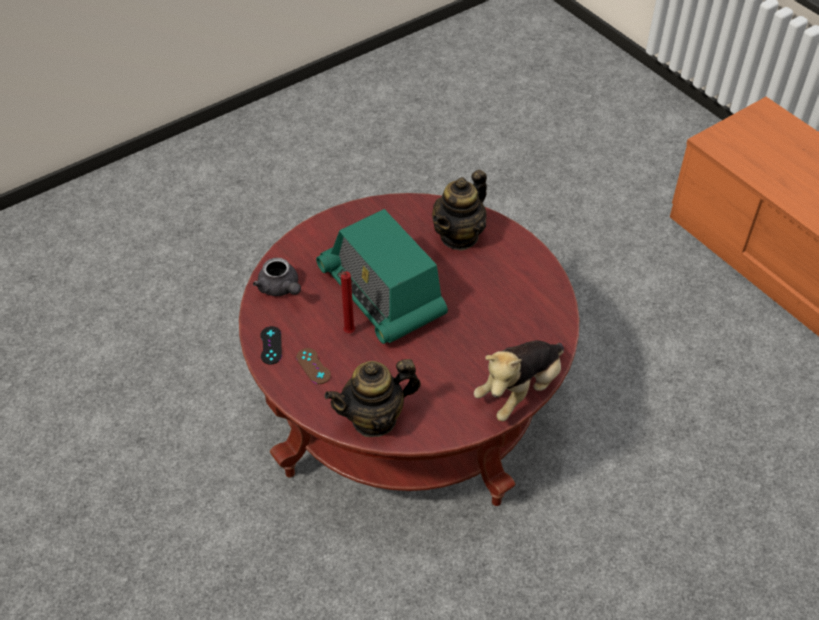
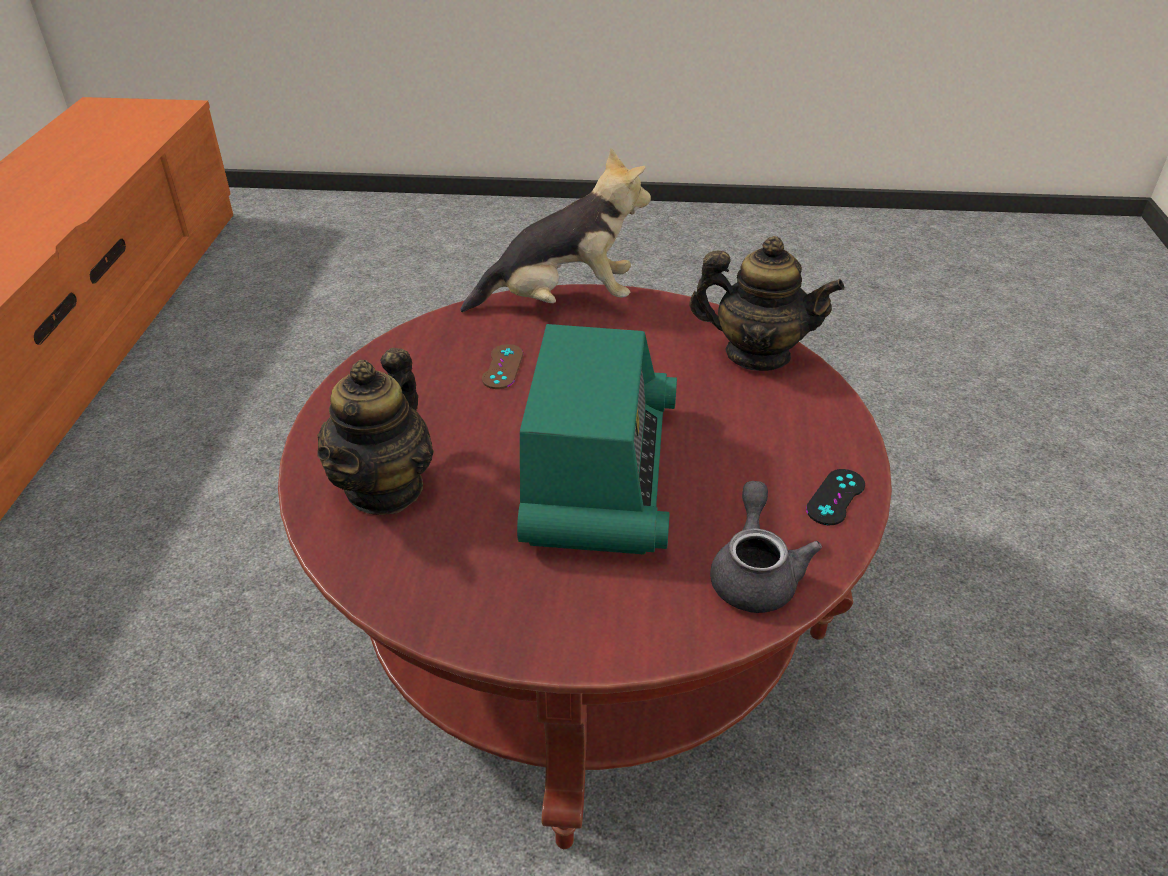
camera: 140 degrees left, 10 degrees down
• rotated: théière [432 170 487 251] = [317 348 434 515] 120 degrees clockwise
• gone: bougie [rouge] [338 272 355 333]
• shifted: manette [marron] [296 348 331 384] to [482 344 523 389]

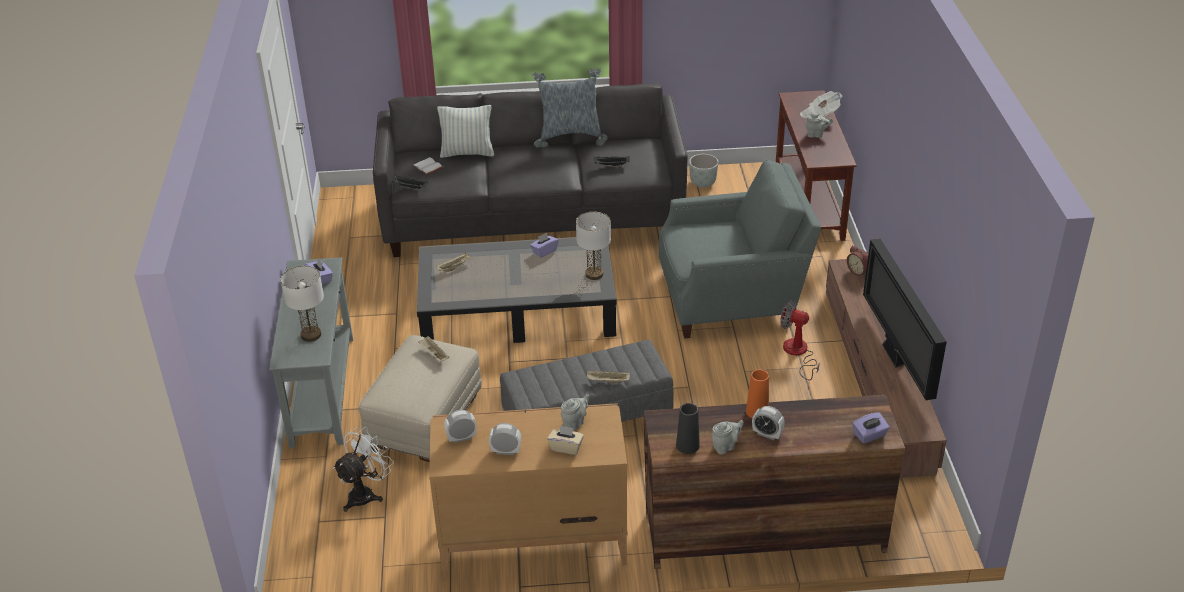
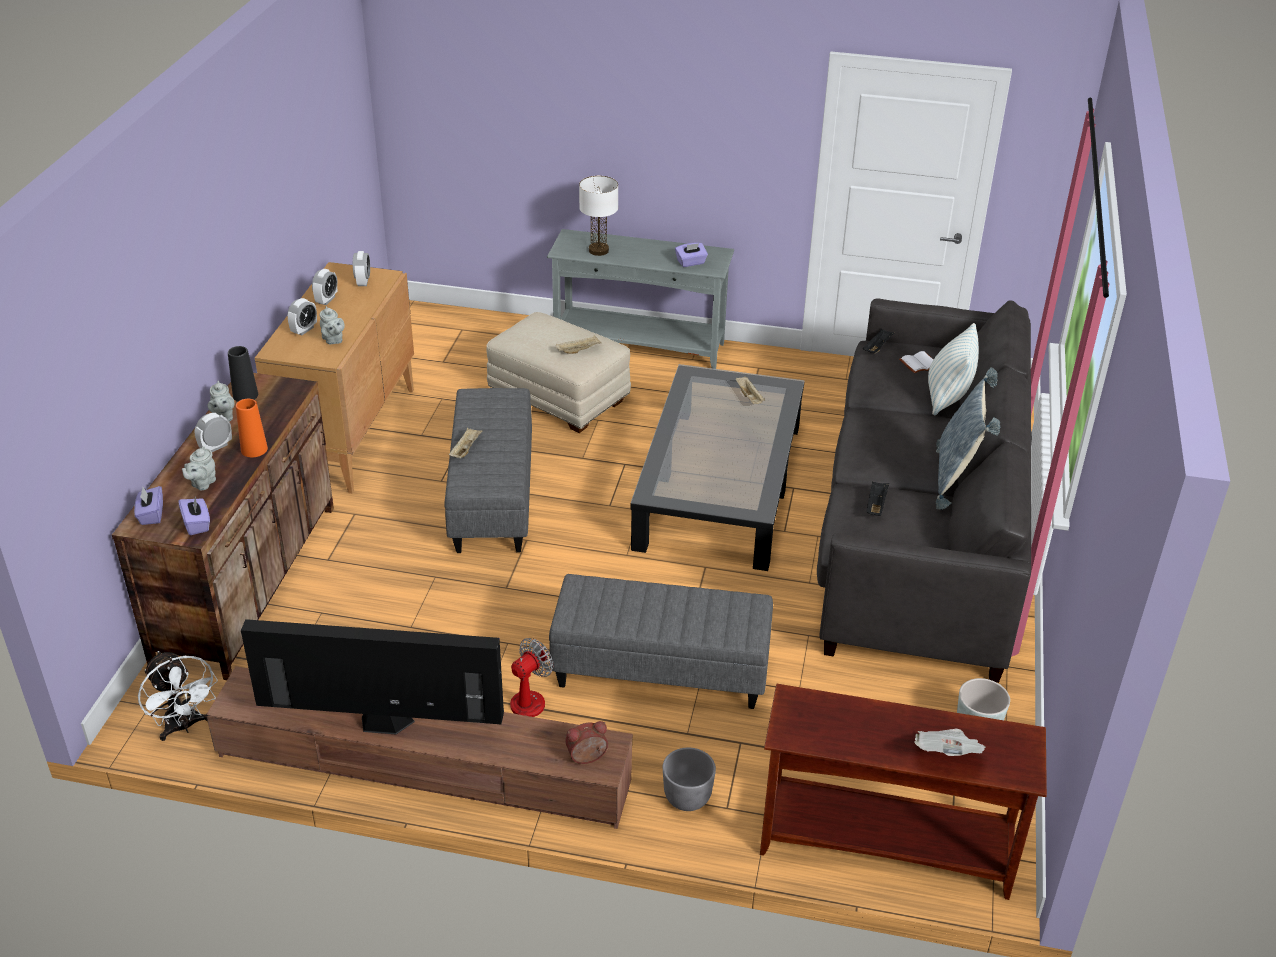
camera: 105 degrees right, 0 degrees up
• shifted: théière [gris] [805 113 833 138] to [182 446 216 490]
• swapped: fauteuil [gris] [659 160 821 338] to pouf [gris] [549 574 773 709]
• gone: lampe de table [576 211 611 280]
• shifted: boîte à mouchoirs [violet] [530 233 559 258] to [179 495 210 535]
• swapped: boîte à mouchoirs [beige] [547 425 584 455] to réveil [287 298 317 336]
• shifted: ventilateur [blanc] [333 427 394 512] to [138 651 218 741]
• new: cache-pot [gris] [663 748 716 811]

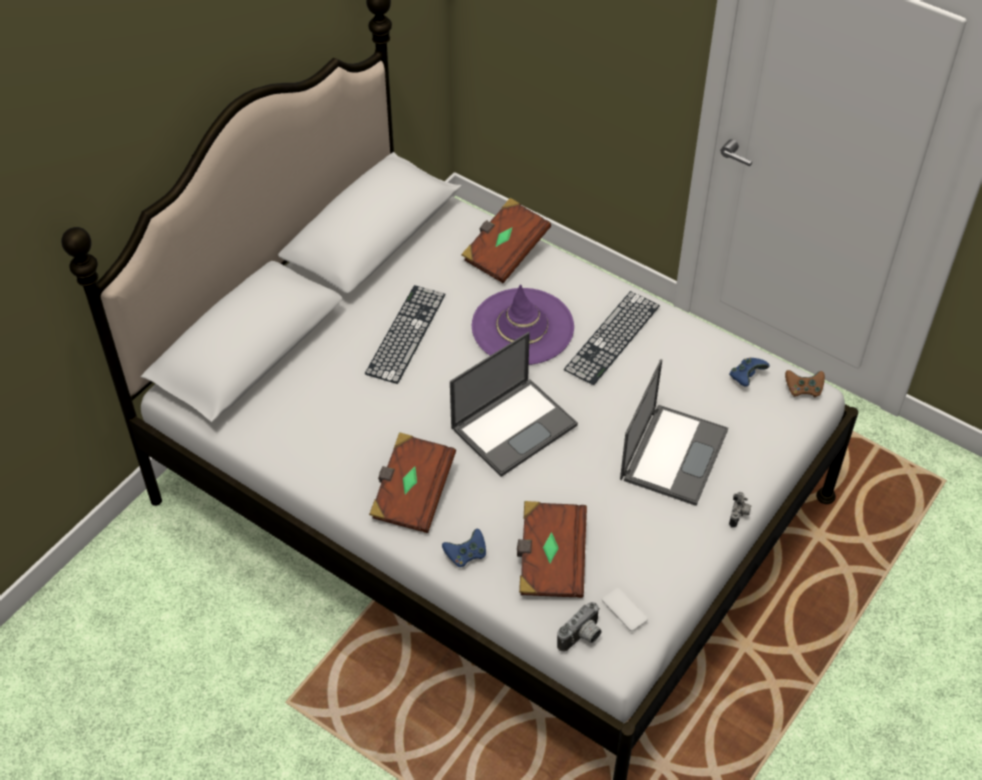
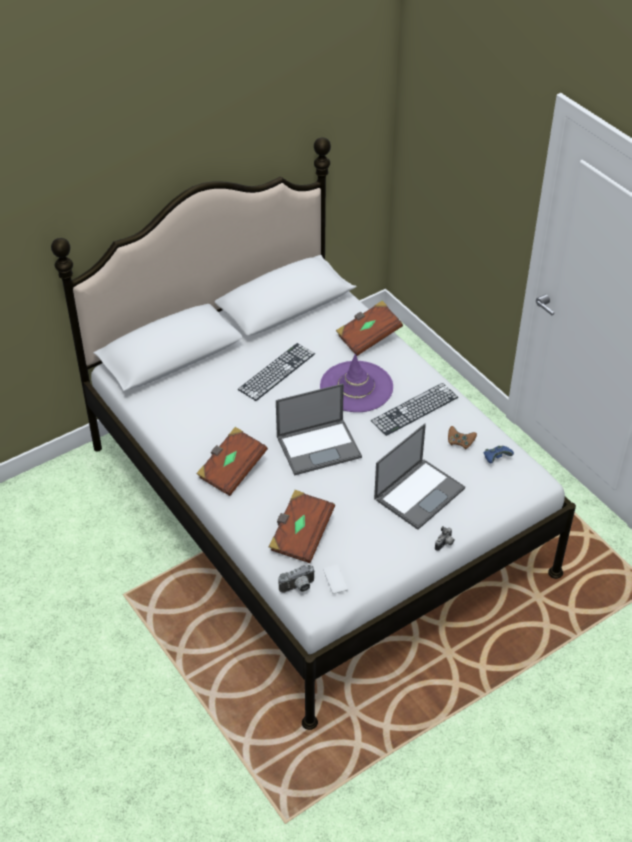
camera: 20 degrees right, 5 degrees down
• shifted: manette [marron] [785 370 825 397] to [448 426 477 450]
• gone: manette [bleu] [442 529 486 567]

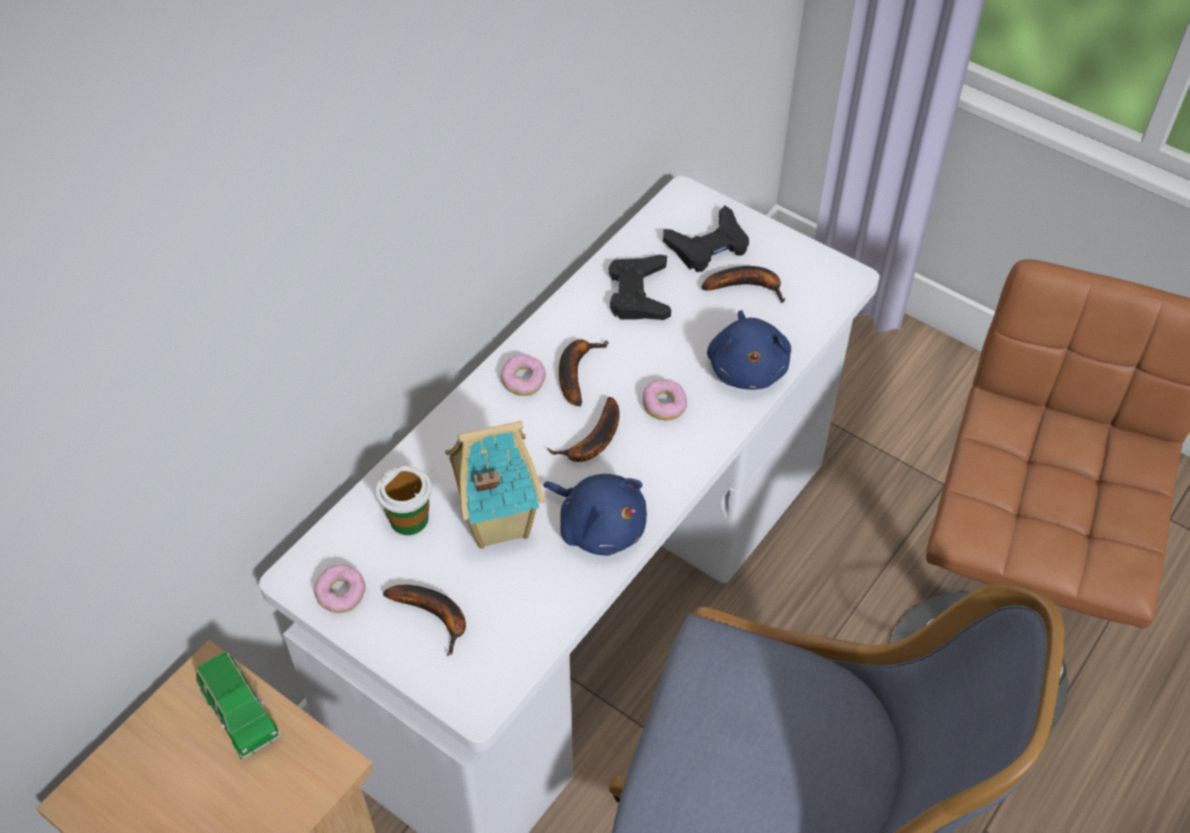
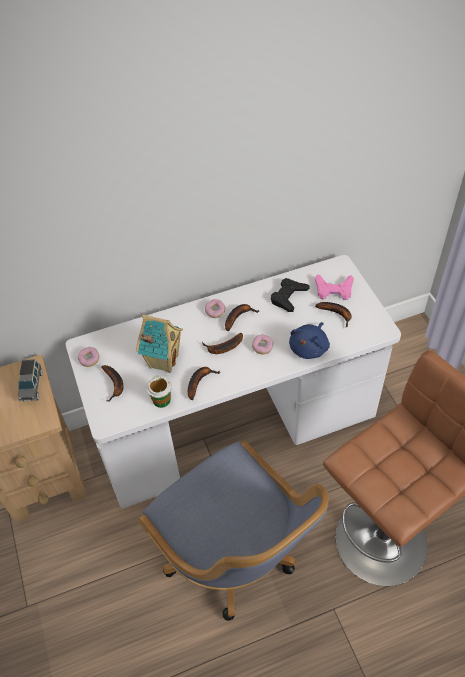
camera: 35 degrees right, 0 degrees up
• repainted: manette [noir] [663 206 749 272] to manette [rose] [315 274 354 300]
• shifted: tasse [376 466 432 535] to [146 376 172 408]
• swapped: peluche [bleu] [543 474 647 556] to banane [188 367 221 400]
• repainted: petite voiture [vert] [196 651 281 759] to petite voiture [gris] [17 359 43 401]

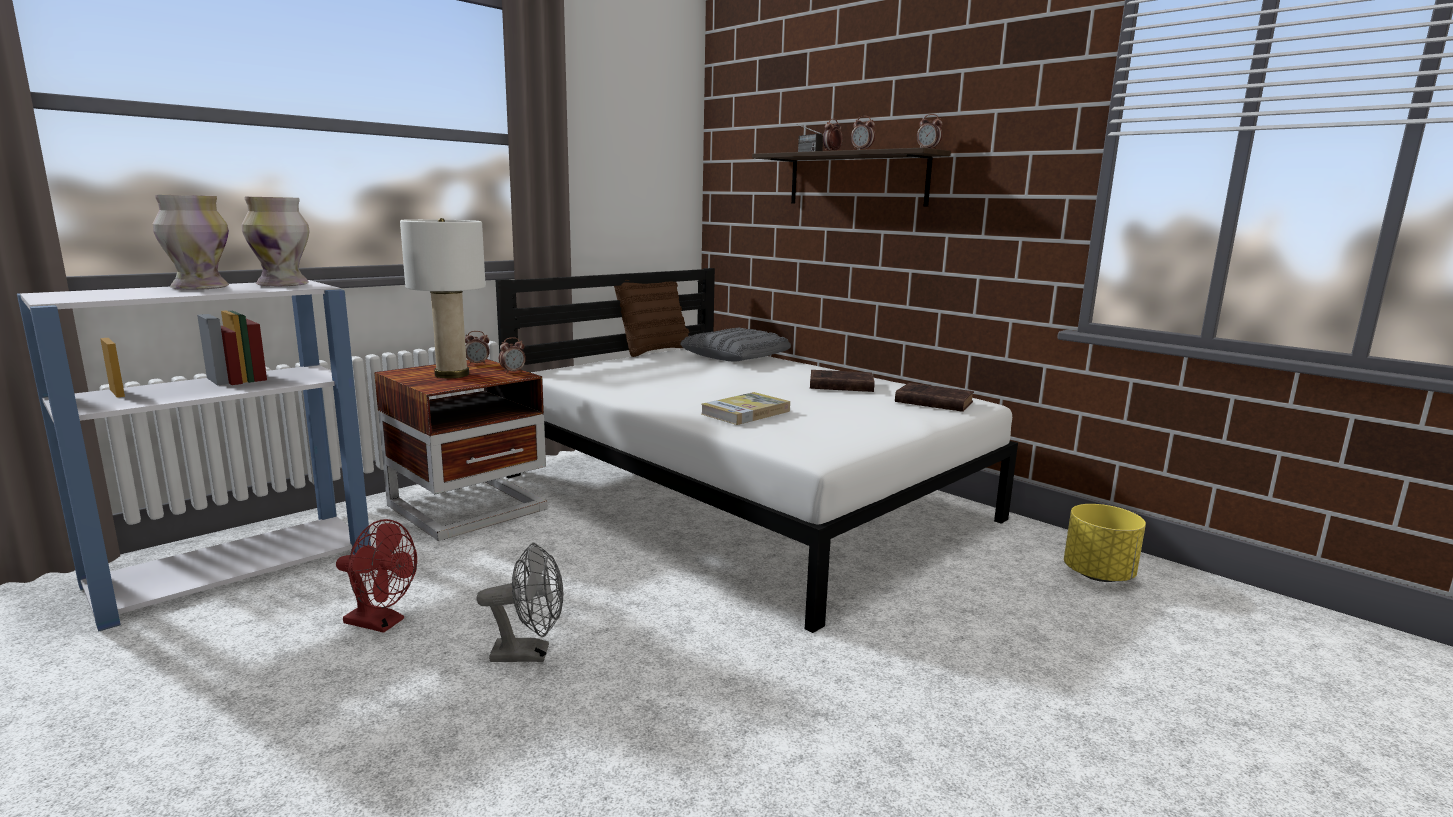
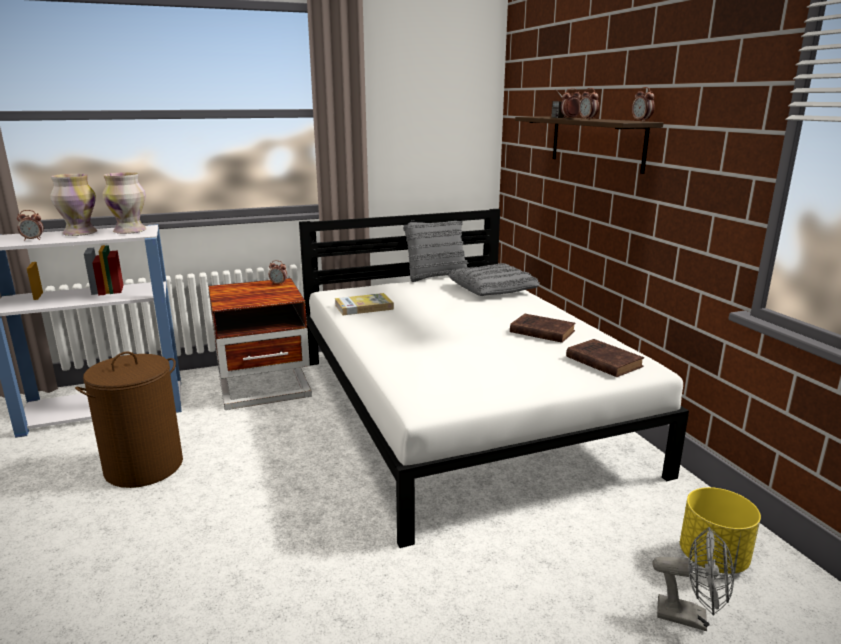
camera: 25 degrees right, 5 degrees up
• gone: lampe de table [blanc] [400 218 486 378]
• repainted: coussin [marron] [614 279 689 357] to coussin [gris] [403 220 468 282]
• shifted: réveil [499 337 526 373] to [17 210 44 241]
• shifted: livre [701 392 790 425] to [335 293 394 315]
• swapped: ventilateur [rouge] [336 519 417 633] to panier à linge [marron] [75 352 183 488]
• shifted: ventilateur [gris] [476 543 564 662] to [652 527 734 631]

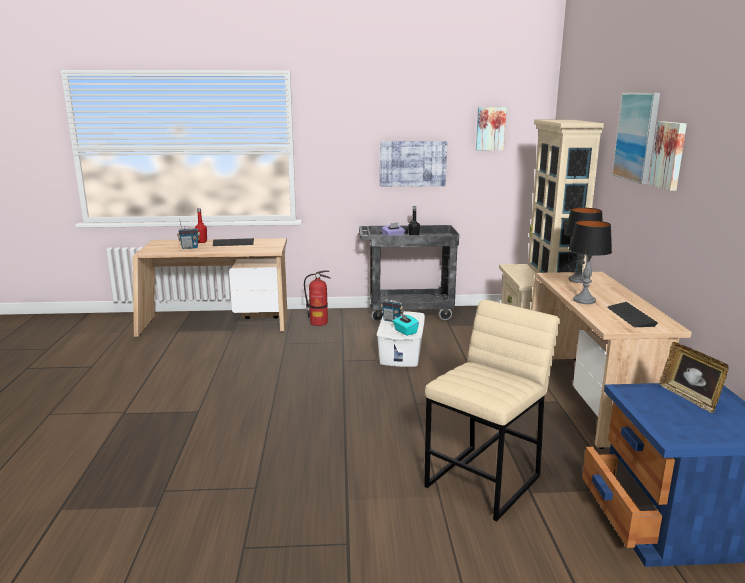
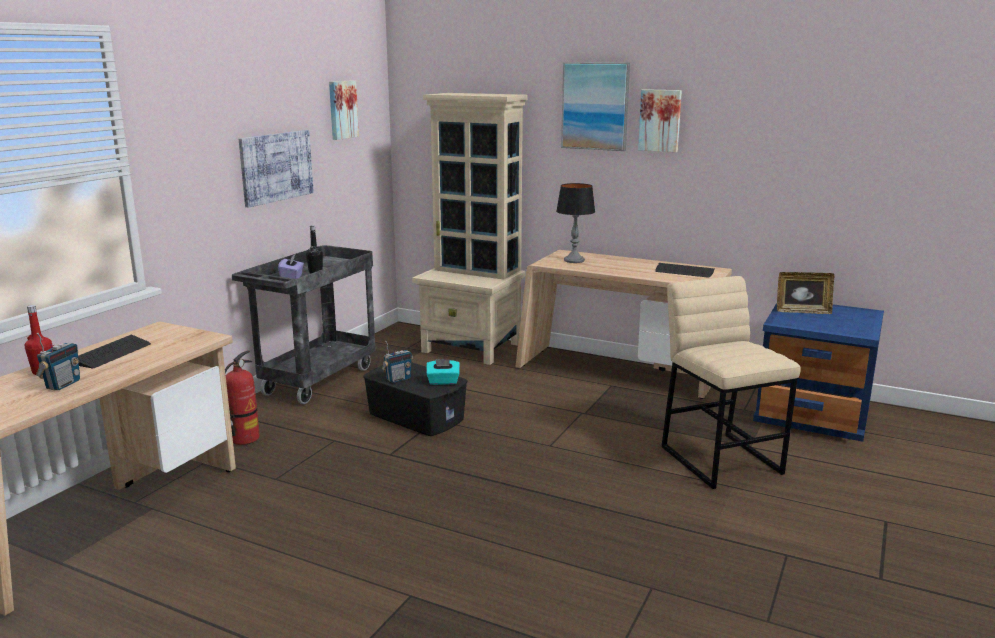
camera: 60 degrees left, 0 degrees up
• gone: lampe de table [569 220 612 304]
• repainted: boîte de rangement [blanc] [377 311 425 367] to boîte de rangement [noir] [363 362 468 436]

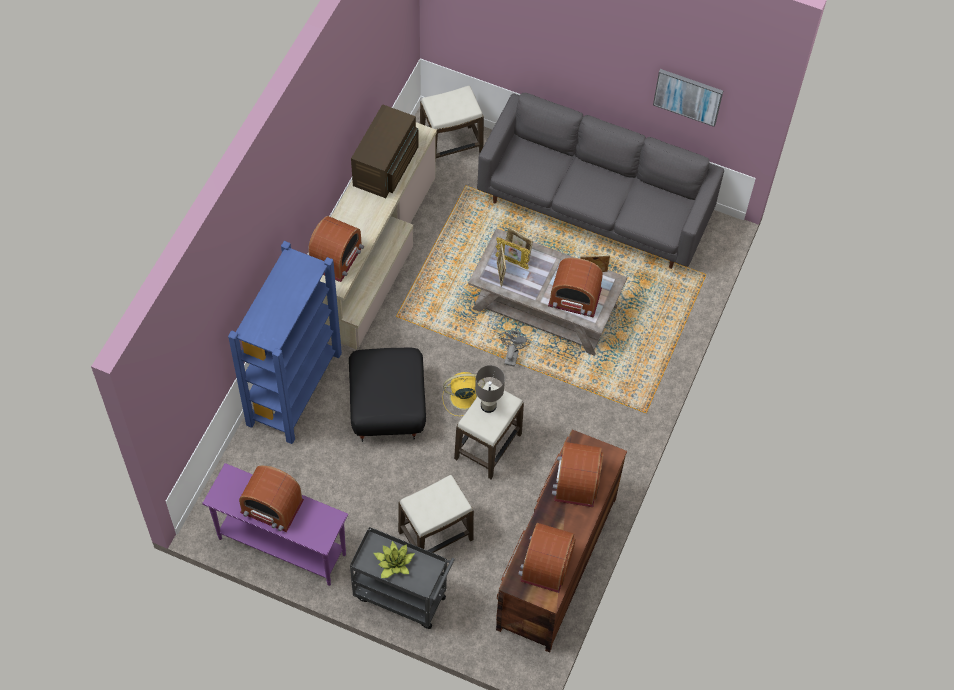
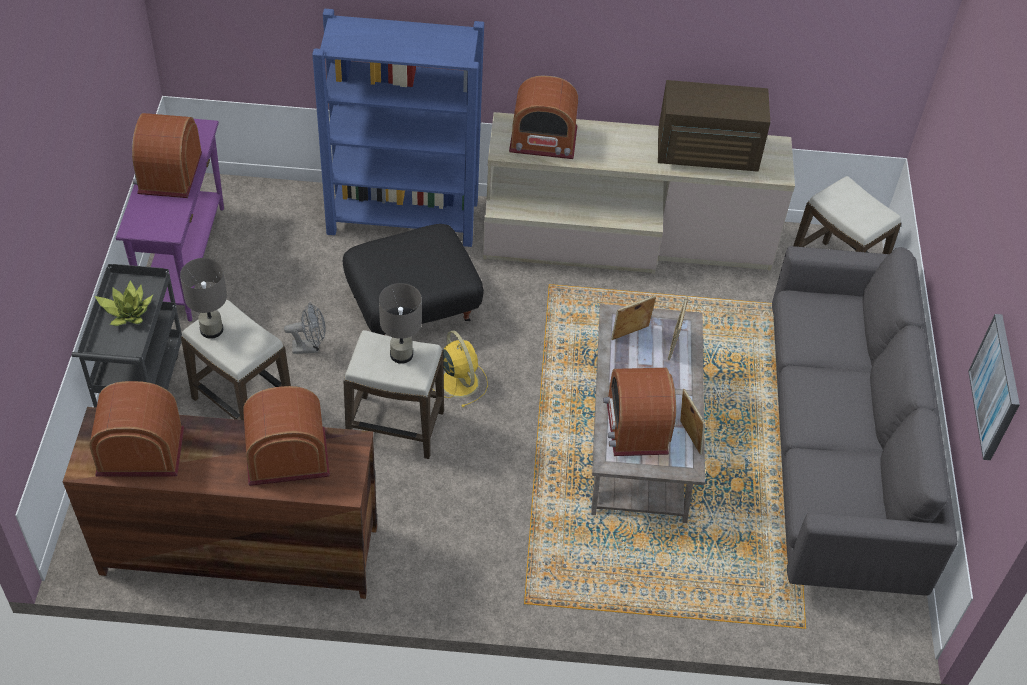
camera: 70 degrees right, 10 degrees down
• gone: cadre photo [495 237 530 270]
• shifted: ventilateur [gris] [499 330 530 367] to [284 303 325 354]
• new: lampe de table [gris] [180 258 227 339]

